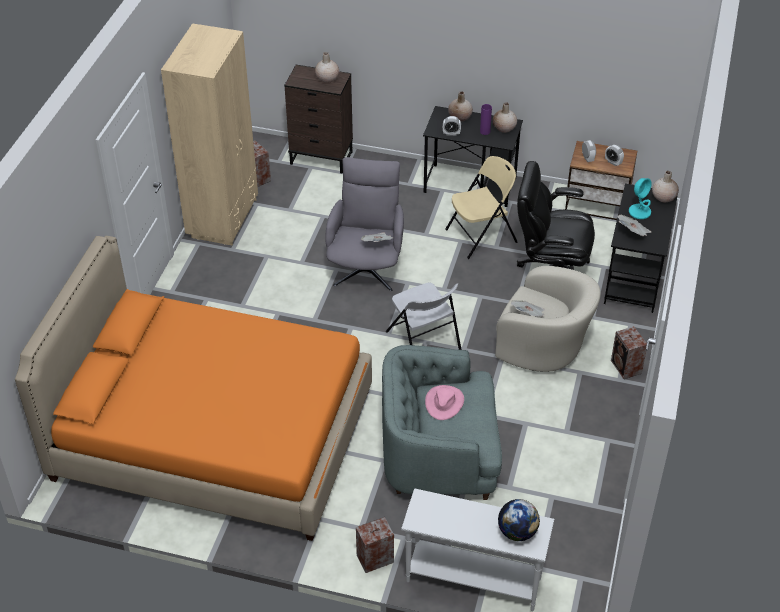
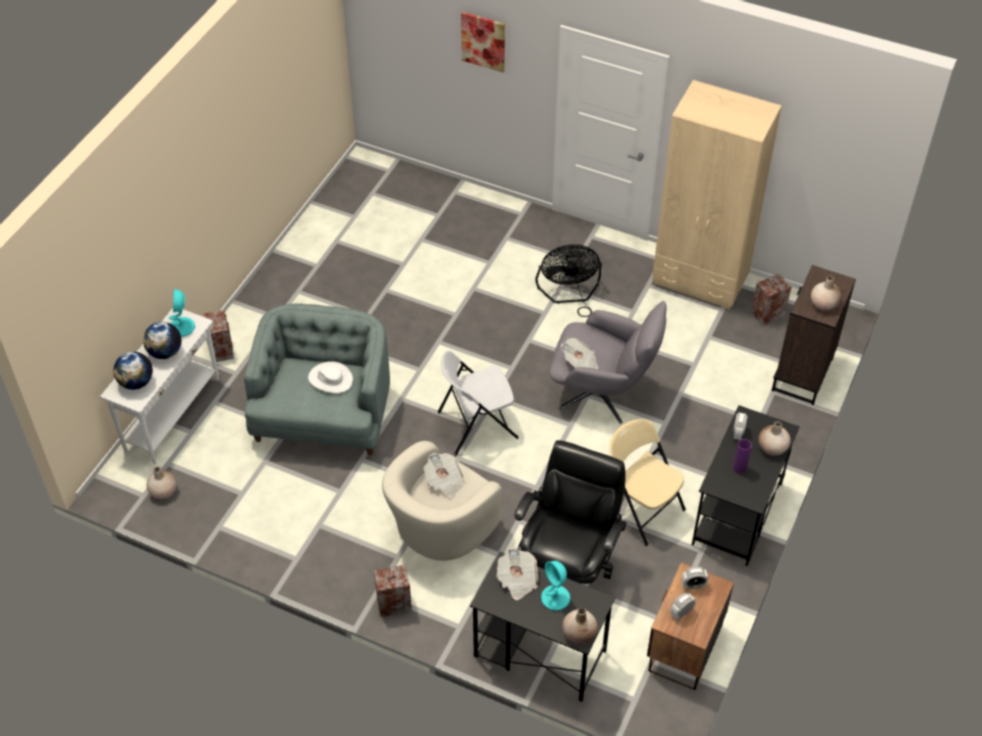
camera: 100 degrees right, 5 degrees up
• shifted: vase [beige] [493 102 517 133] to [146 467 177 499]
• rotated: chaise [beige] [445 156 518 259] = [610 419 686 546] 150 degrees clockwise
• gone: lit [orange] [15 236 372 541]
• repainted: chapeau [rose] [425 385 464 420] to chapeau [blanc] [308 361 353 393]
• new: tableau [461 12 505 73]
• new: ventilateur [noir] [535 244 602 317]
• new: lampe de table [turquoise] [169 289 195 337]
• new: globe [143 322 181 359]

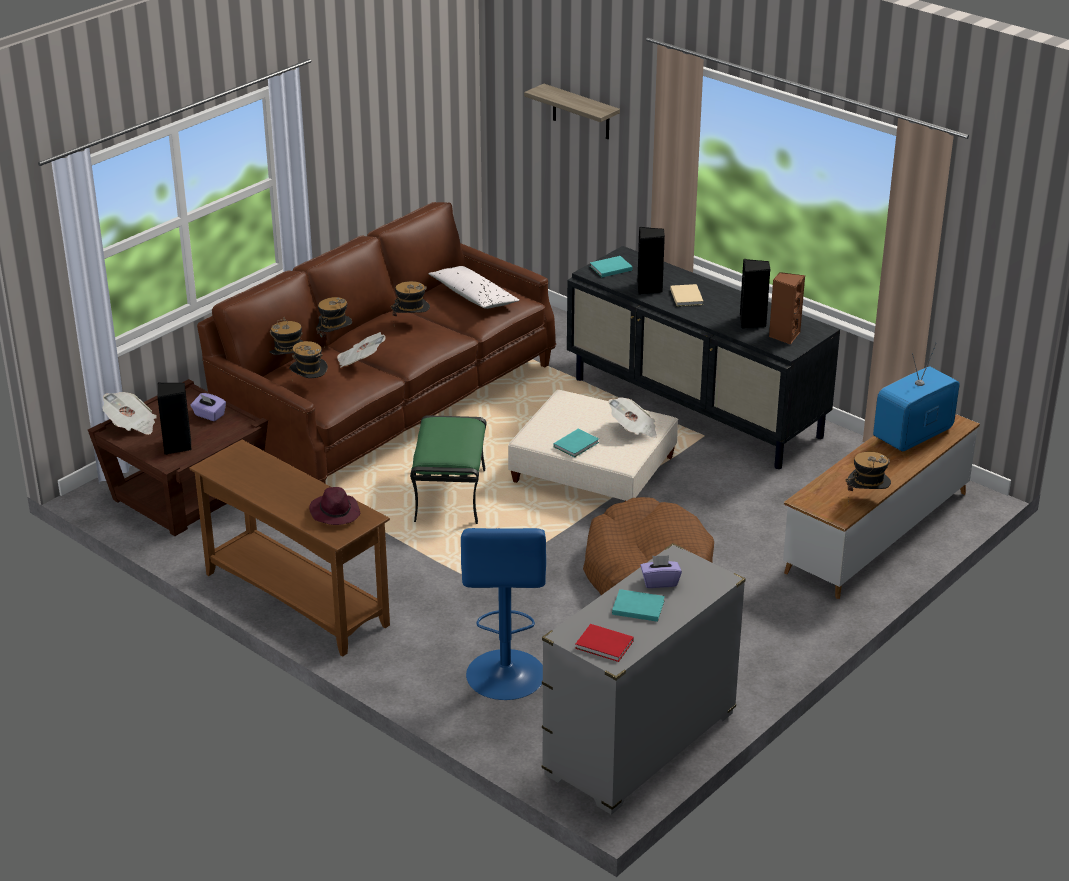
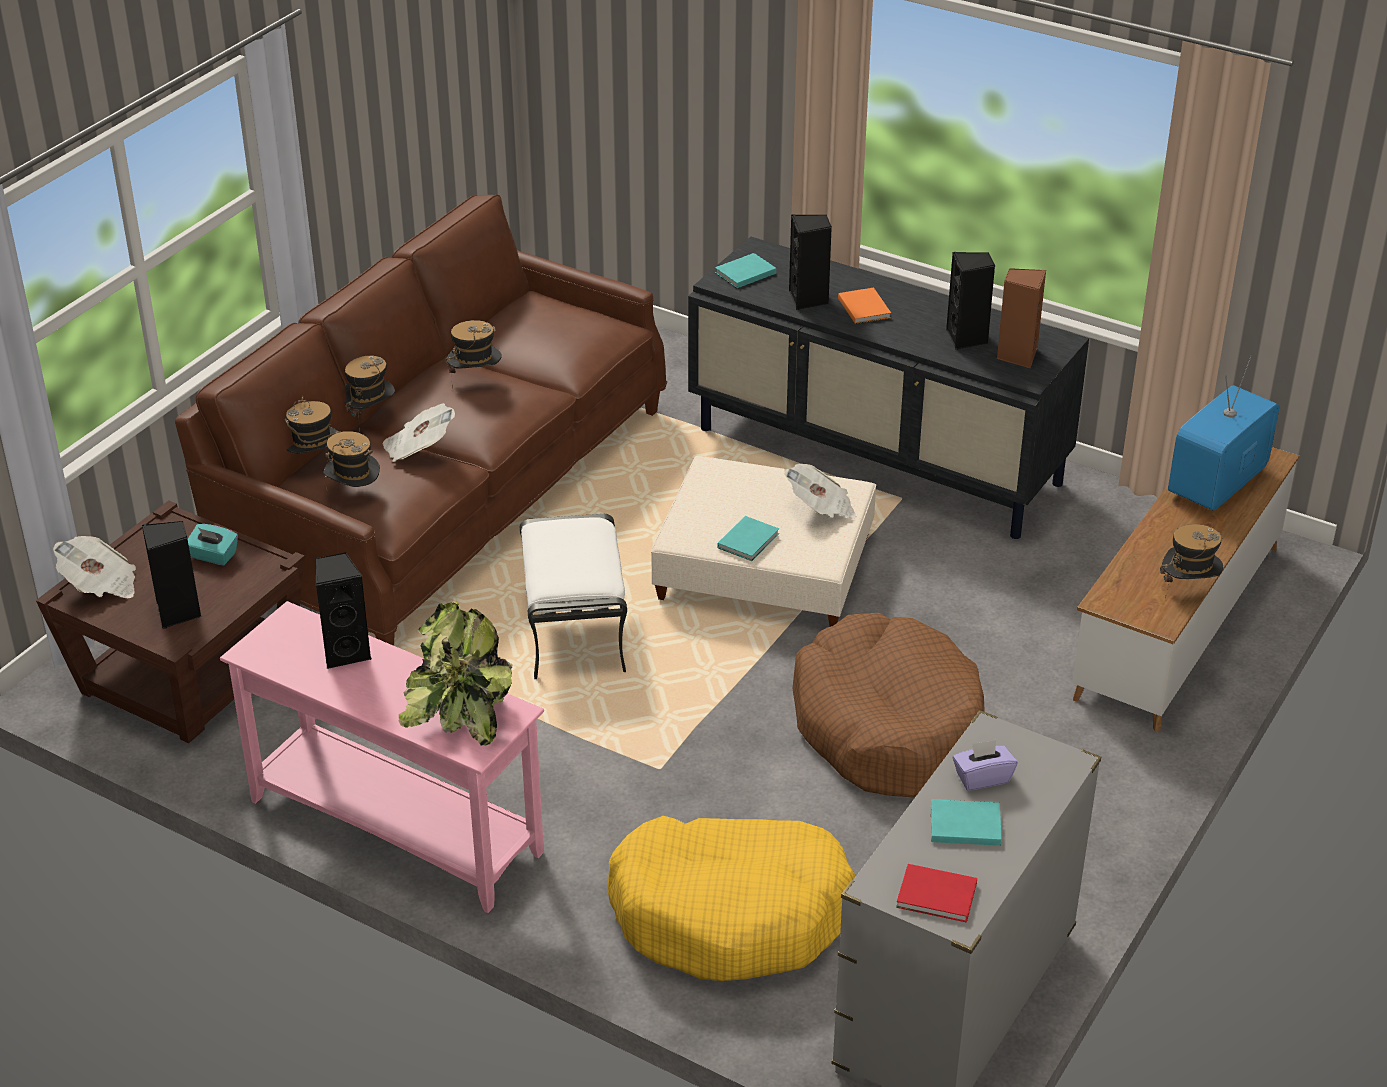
camera: 10 degrees left, 5 degrees up
• gone: étagère [524 84 620 139]
• gone: coussin [blanc] [428 266 520 309]
• repainted: livre [beige] [670 284 703 306] to livre [orange] [838 287 891 324]
• repainted: boîte à mouchoirs [violet] [190 393 226 421] to boîte à mouchoirs [turquoise] [188 524 238 565]
• repainted: pouf [vert] [410 415 487 524] to pouf [blanc] [520 514 627 679]
• repainted: table console [marron] [189 440 390 657] to table console [rose] [220 601 544 913]
• swapped: chapeau [violet] [309 487 360 525] to plante en pot [399 602 512 746]
• swapped: tabouret [bleu] [461 528 546 700] to panier pour chien [jaune] [607 816 856 981]
• new: enceinte [noir] [316 552 372 669]

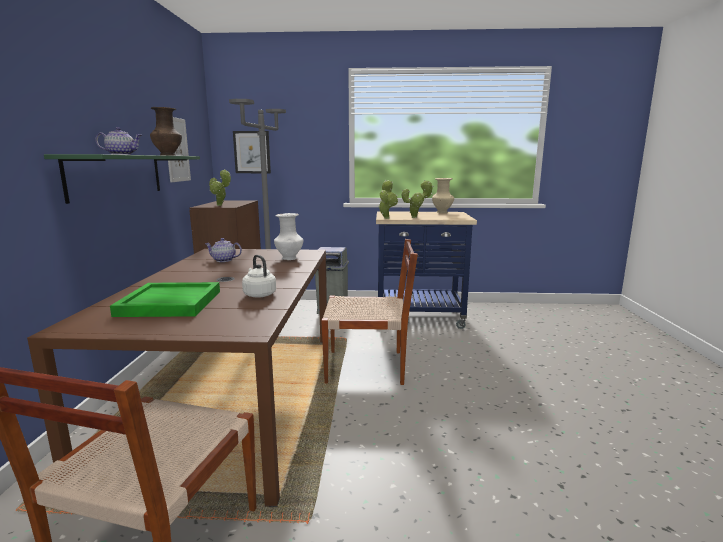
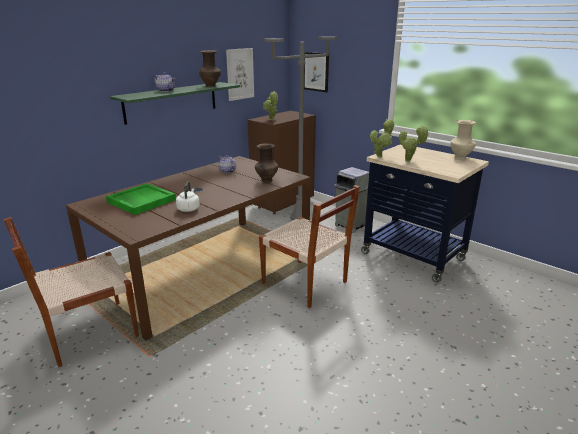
camera: 40 degrees right, 10 degrees up
• repainted: vase [blanc] [274 213 303 260] to vase [marron] [255 143 278 182]

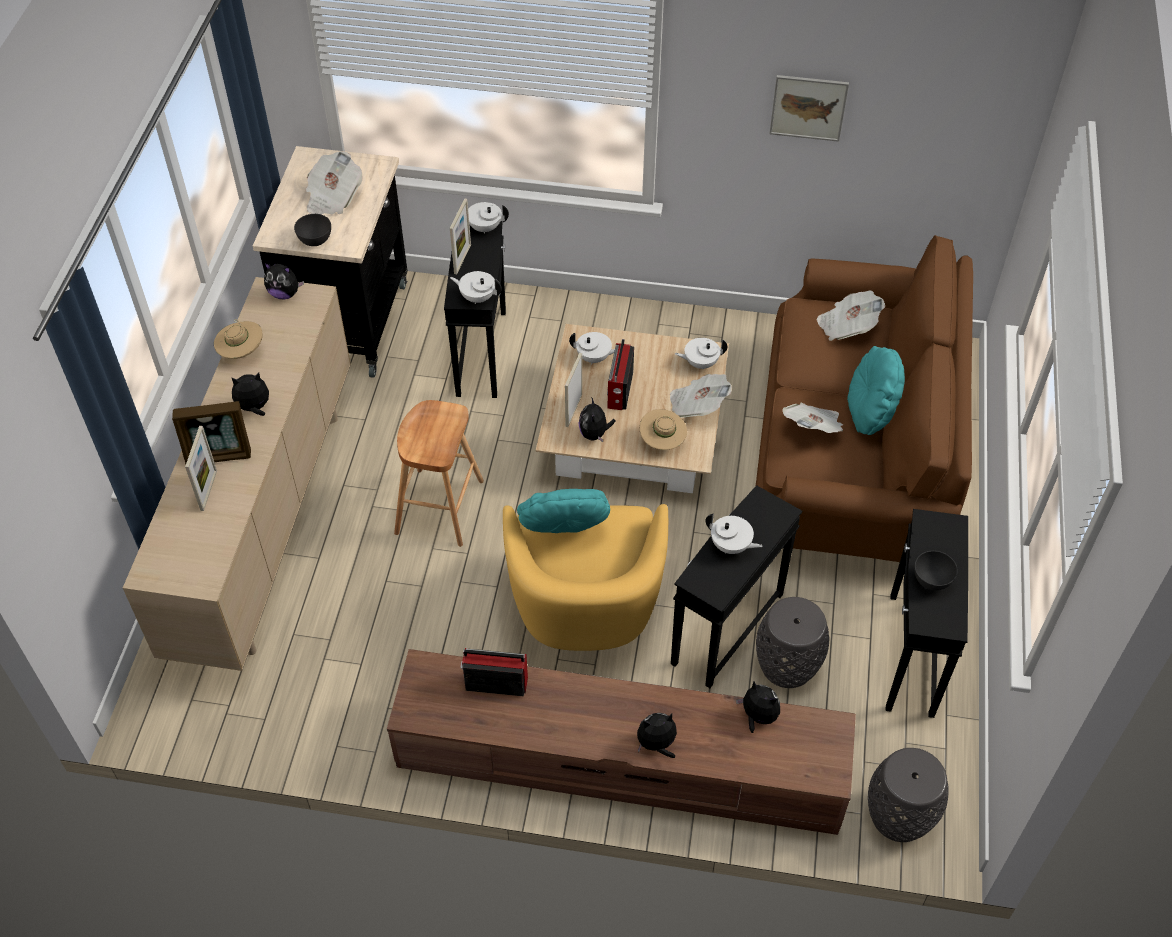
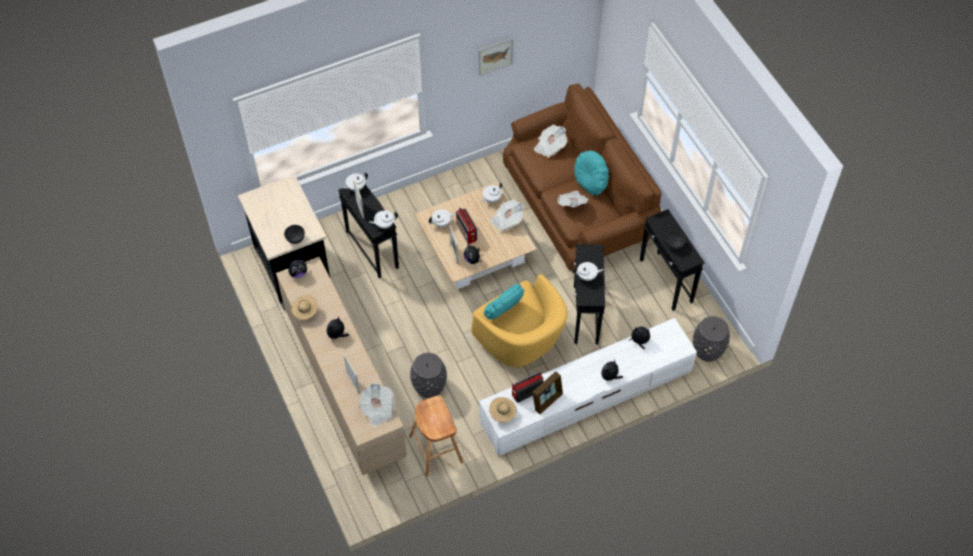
camera: 35 degrees left, 5 degrees up
• shifted: journal [306 151 363 214] to [359 383 394 427]
• shifted: tabouret [marron] [394 400 484 547] to [409 395 463 477]
• shifted: cadre photo [172 401 251 464] to [532 371 563 414]
• shifted: chapeau [beige] [640 409 687 450] to [489 397 516 423]
• shifted: tabouret [gris] [756 597 829 688] to [410 353 447 398]
• repainted: meuble télé [marron] [387 649 856 835] to meuble télé [blanc] [479 318 697 456]

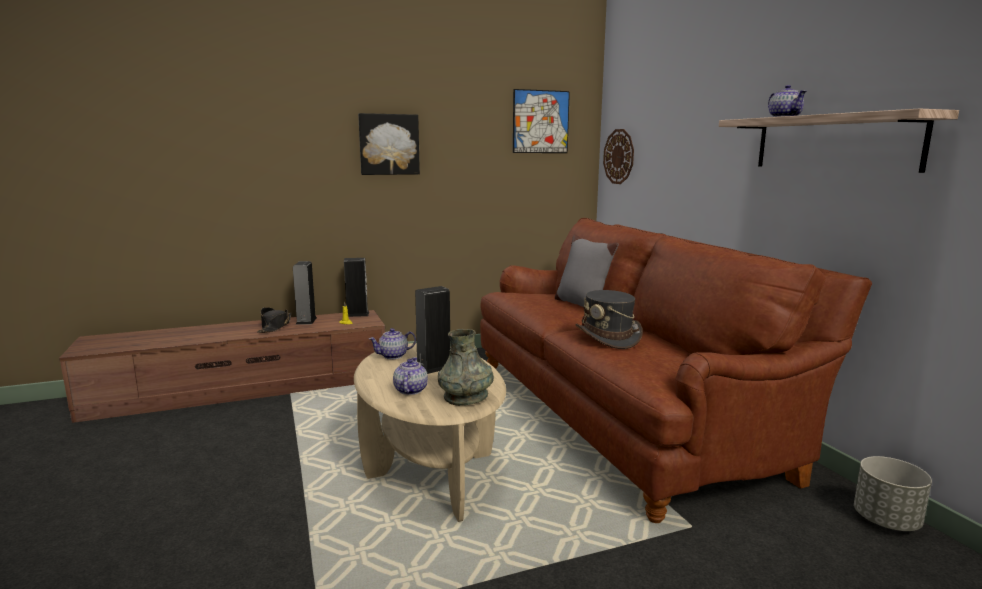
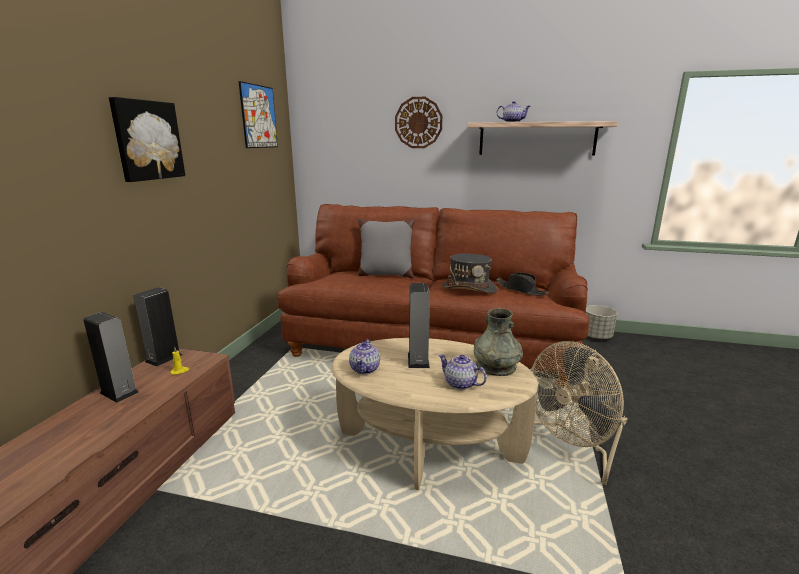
camera: 55 degrees left, 5 degrees up
• shifted: horloge murale [603 129 634 184] to [395 97 443 148]
• shifted: chapeau [noir] [257 307 292 333] to [496 273 549 295]
• new: ventilateur [beige] [513 341 627 485]

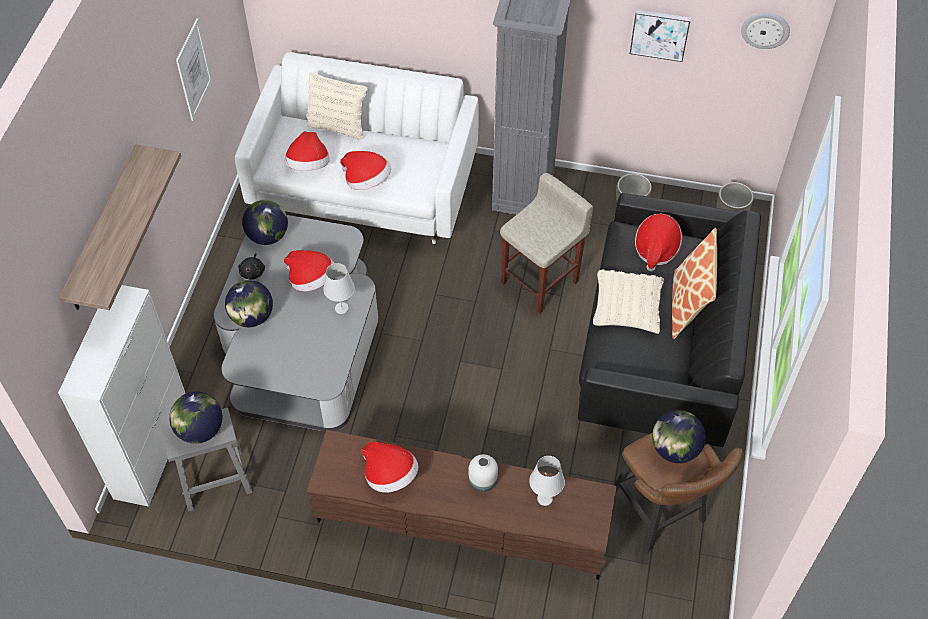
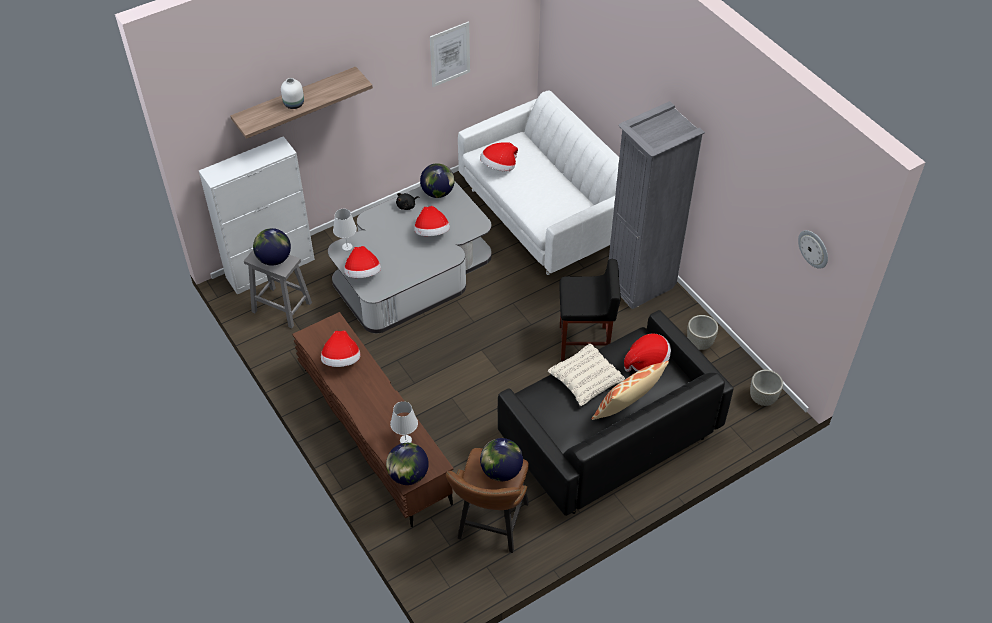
camera: 45 degrees right, 5 degrees down
• gone: tableau [630 10 691 62]
• gone: coussin [beige] [306 72 367 140]
• shifted: chapeau [340 151 391 190] to [344 246 381 278]
• repainted: tabouret [beige] [500 173 593 314] to tabouret [noir] [559 259 621 361]
• shifted: lampe de table [blanc] [323 263 355 314] to [333 209 357 251]
• shifted: globe [225 280 273 327] to [386 443 429 485]
• shifted: vase [blanc] [468 454 498 492] to [281 78 304 109]

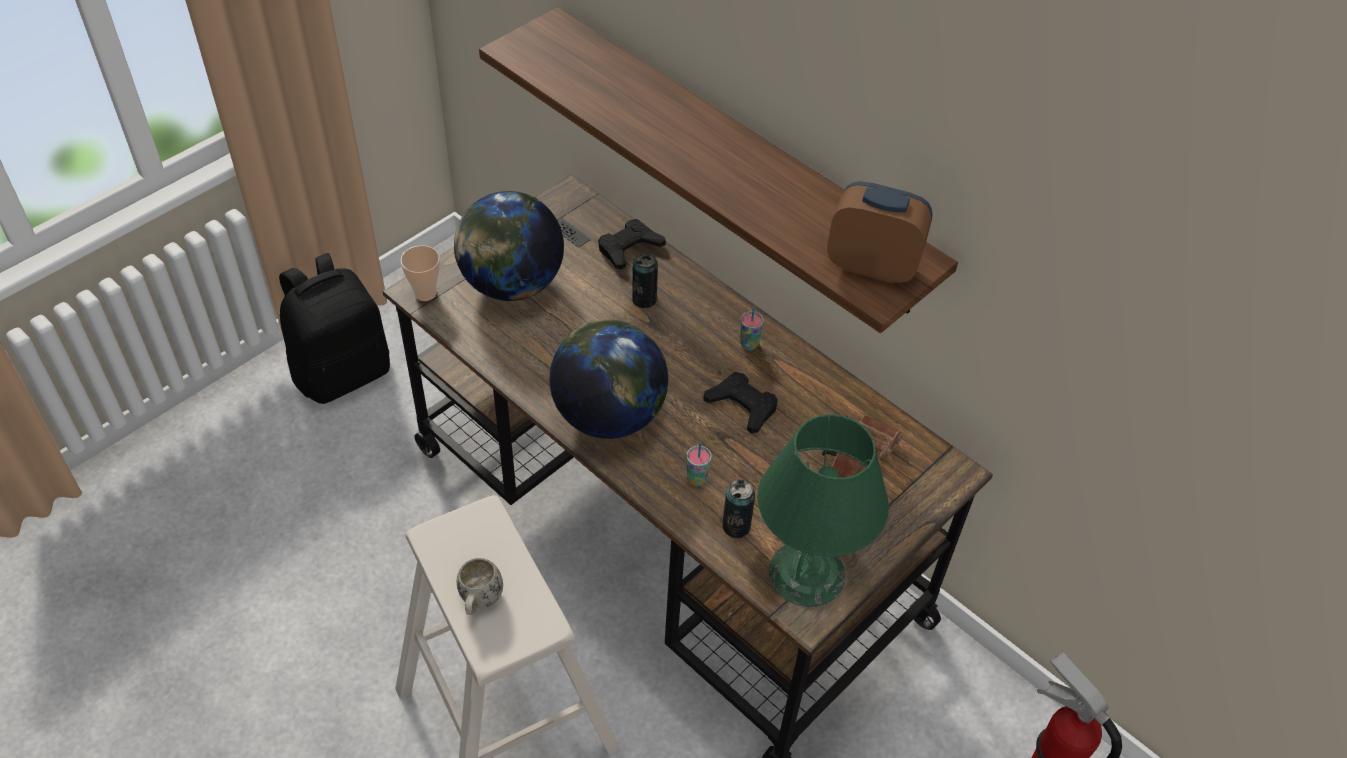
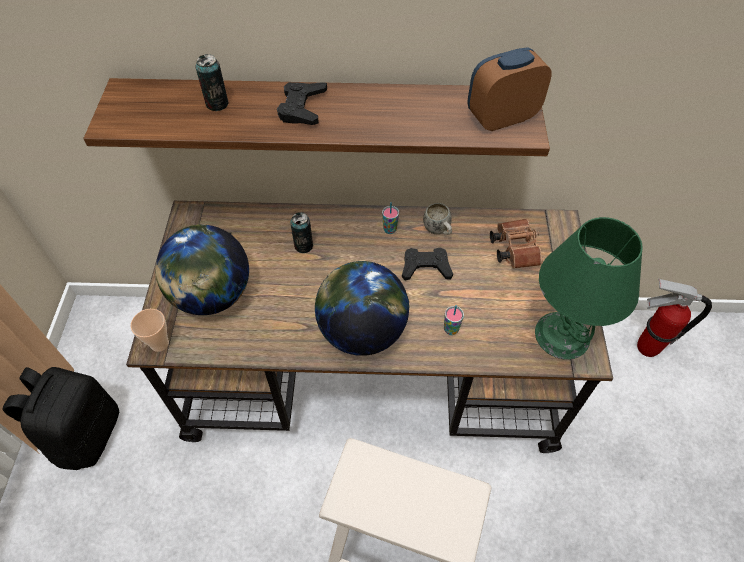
camera: 40 degrees left, 5 degrees up
• shifted: manette [noir] [598 219 666 270] to [277 82 327 125]
• shifted: boîte métallique [722 480 755 538] to [195 54 228 111]
• shifted: mug [blanc] [457 558 503 615] to [423 203 452 235]

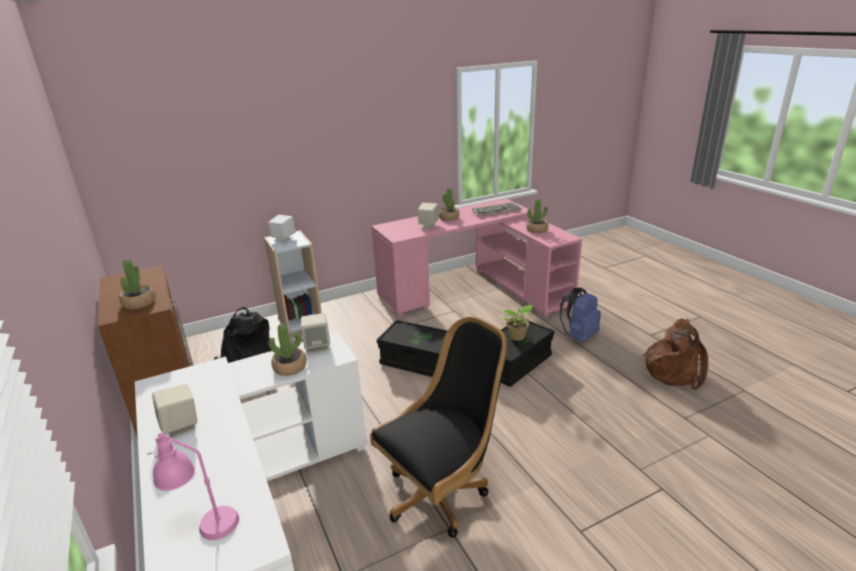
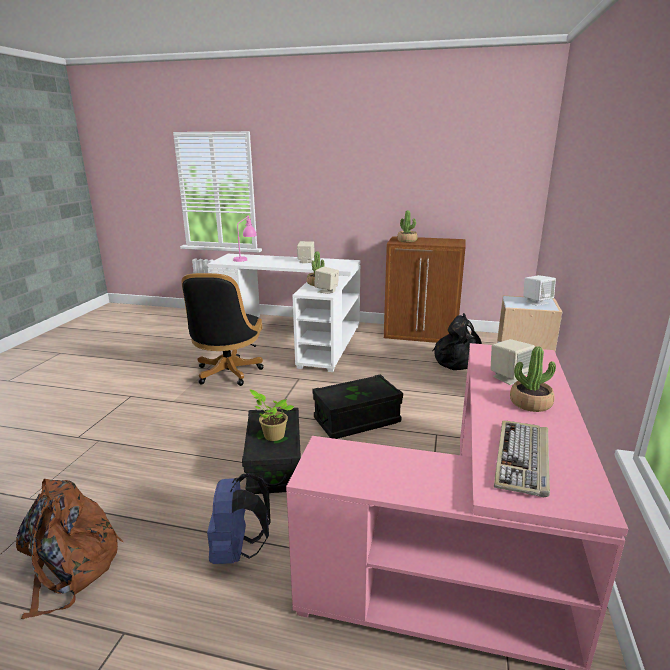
camera: 130 degrees right, 5 degrees down
• gone: plante en pot [526 199 548 233]

